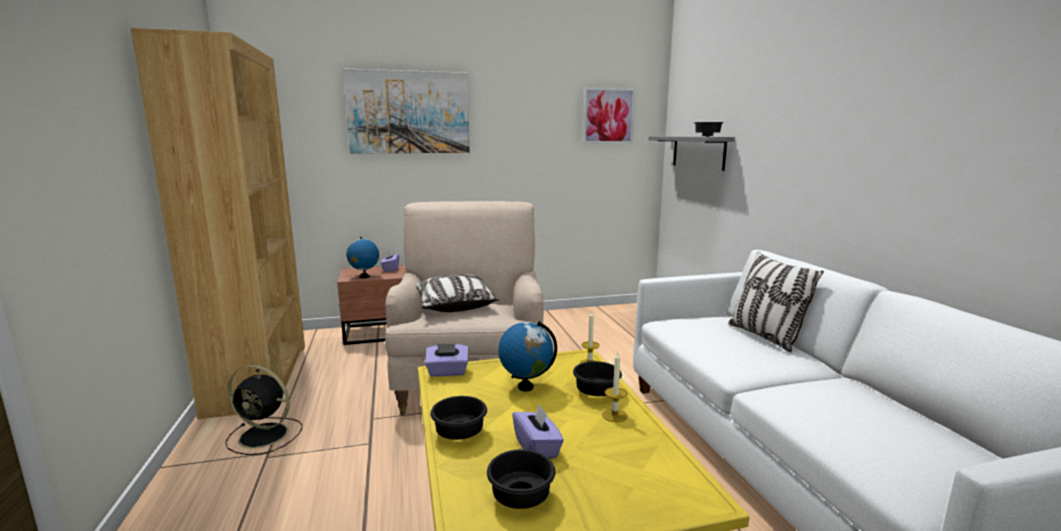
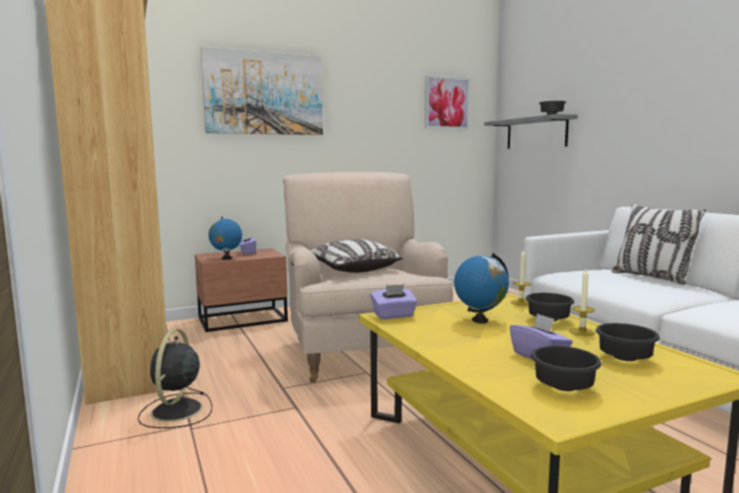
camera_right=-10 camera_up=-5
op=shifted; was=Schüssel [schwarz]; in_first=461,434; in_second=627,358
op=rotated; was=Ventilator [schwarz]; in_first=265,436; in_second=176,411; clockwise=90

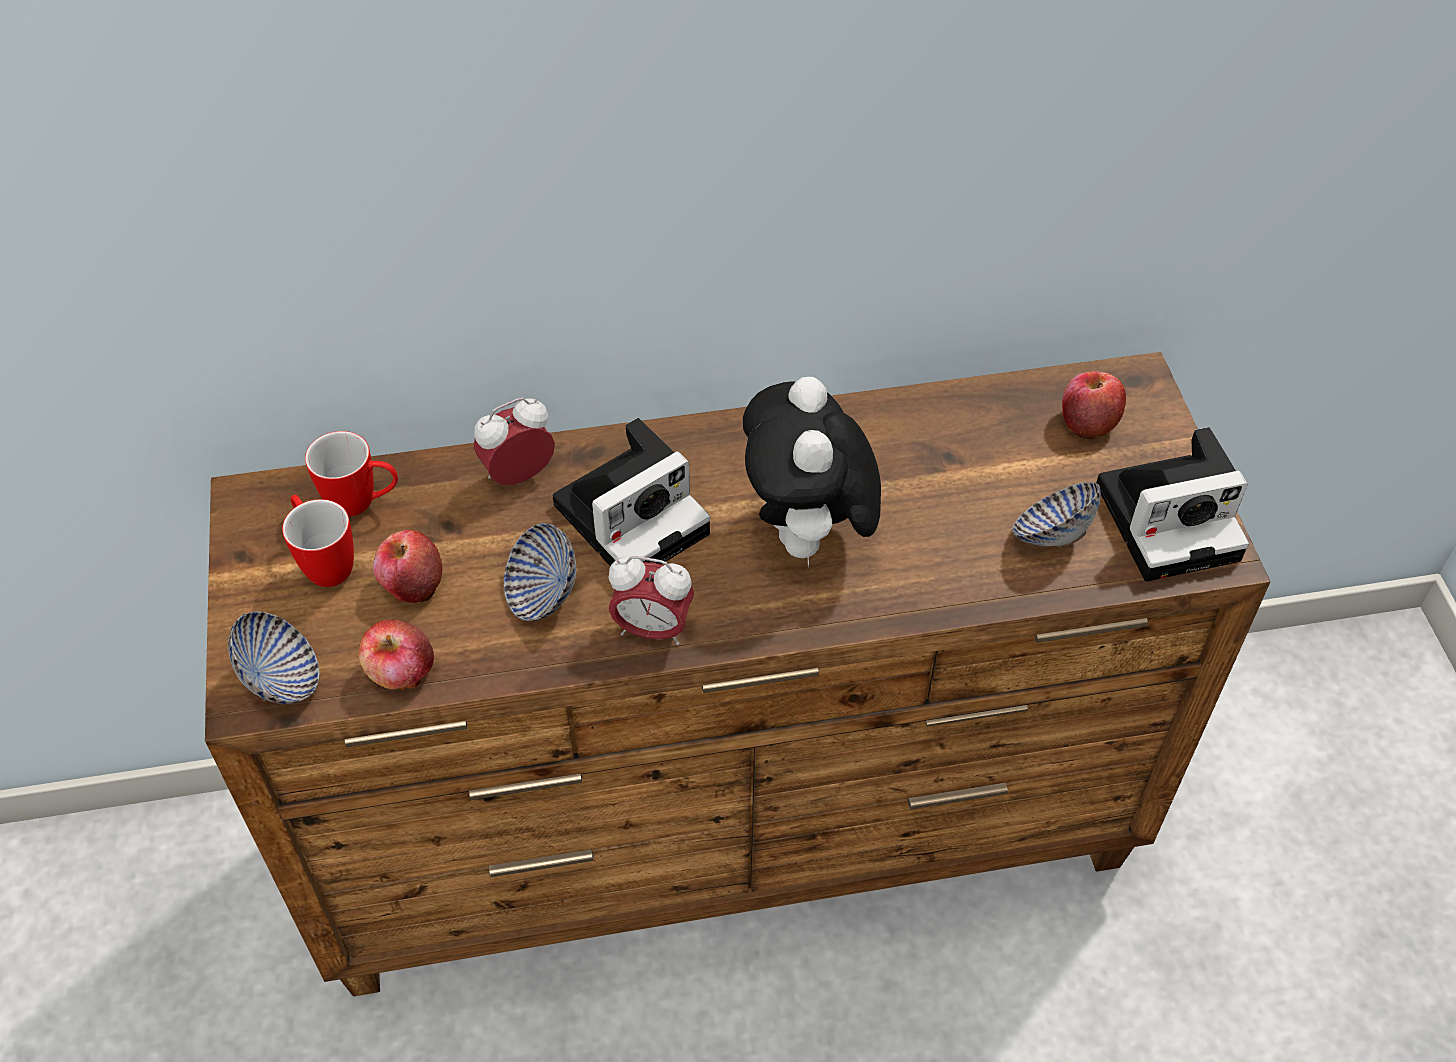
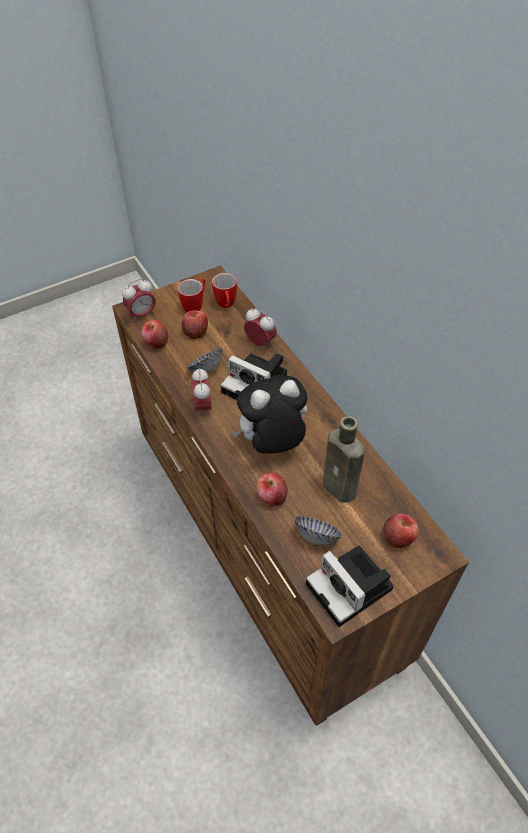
camera_right=70 camera_up=0
op=new; now=Apfel; in_second=271,497
op=new; now=Flasche [braun]; in_second=341,489
op=swapped; was=Schüssel; now=Wecker; in_first=281,680; in_second=141,314

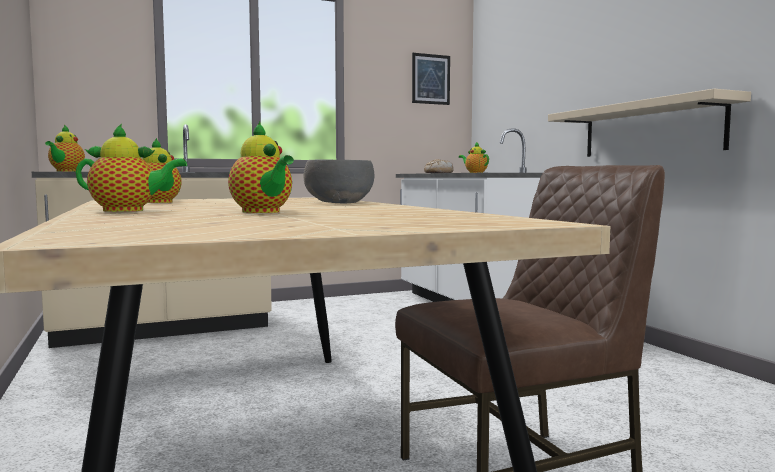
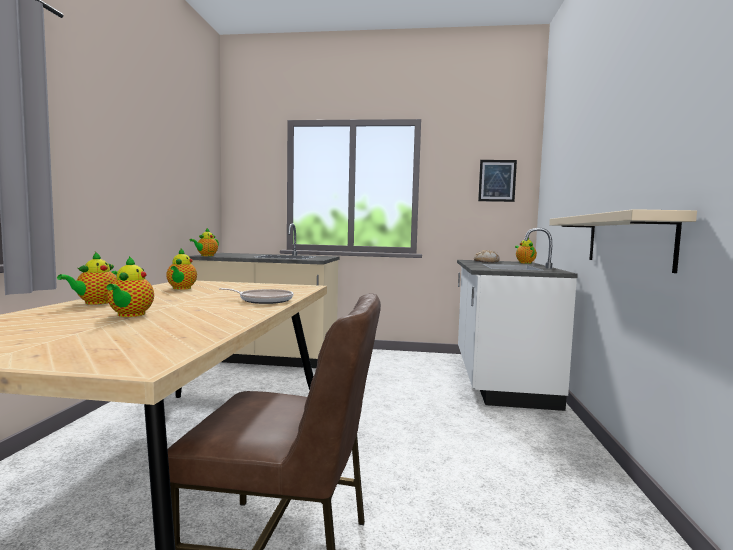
camera_right=30 camera_up=0
op=swapped; was=Schüssel [grau]; now=Pfanne; in_first=339,202; in_second=263,300
op=rotated; was=Teekanne; in_first=128,210; in_second=95,303; clockwise=90

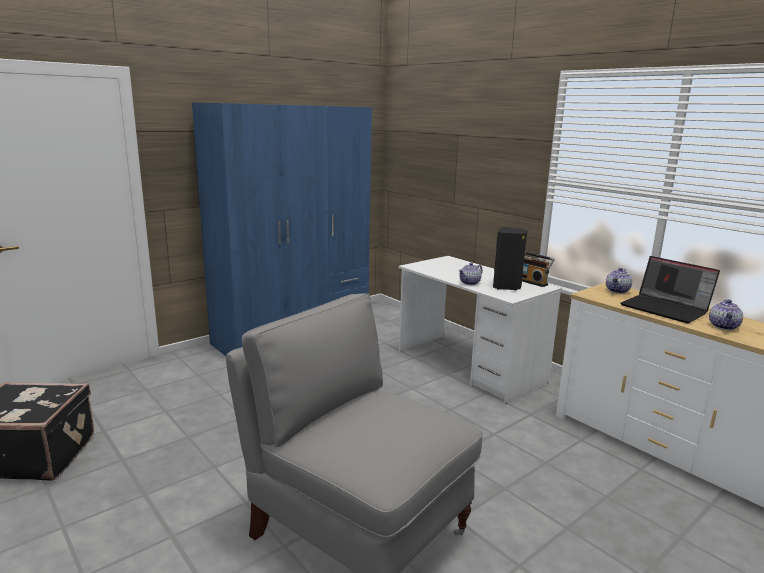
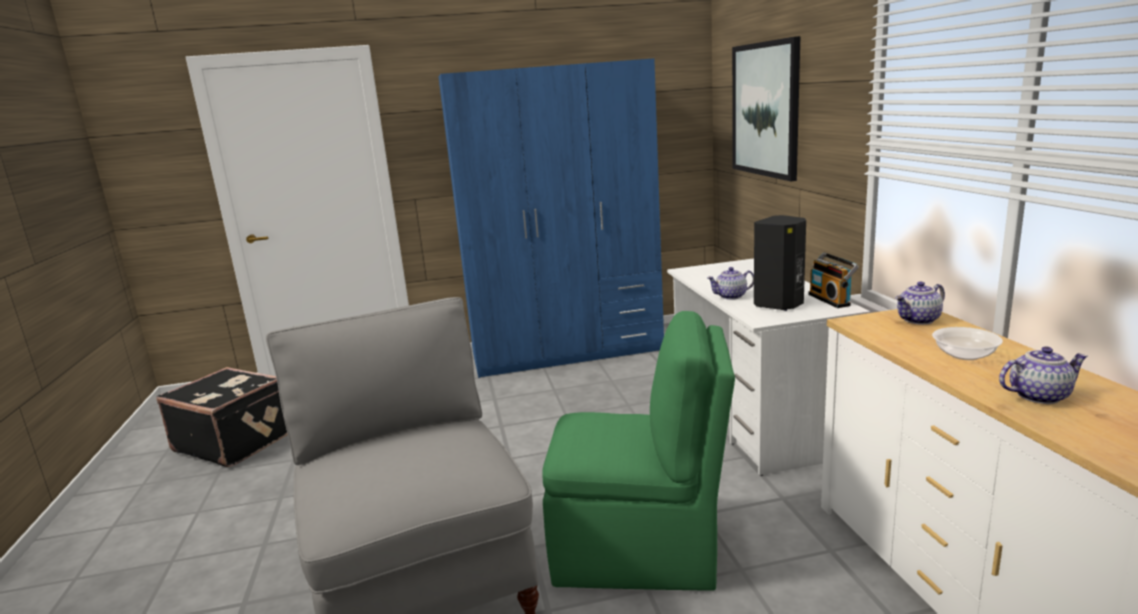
camera_right=30 camera_up=0
op=new; now=Stuhl [grün]; in_second=640,550
op=new; now=Bild; in_second=765,109
op=swapped; was=Laptop; now=Schüssel; in_first=666,309; in_second=965,355
op=rotated; was=Teekanne; in_first=724,327; in_second=1038,396; clockwise=-150

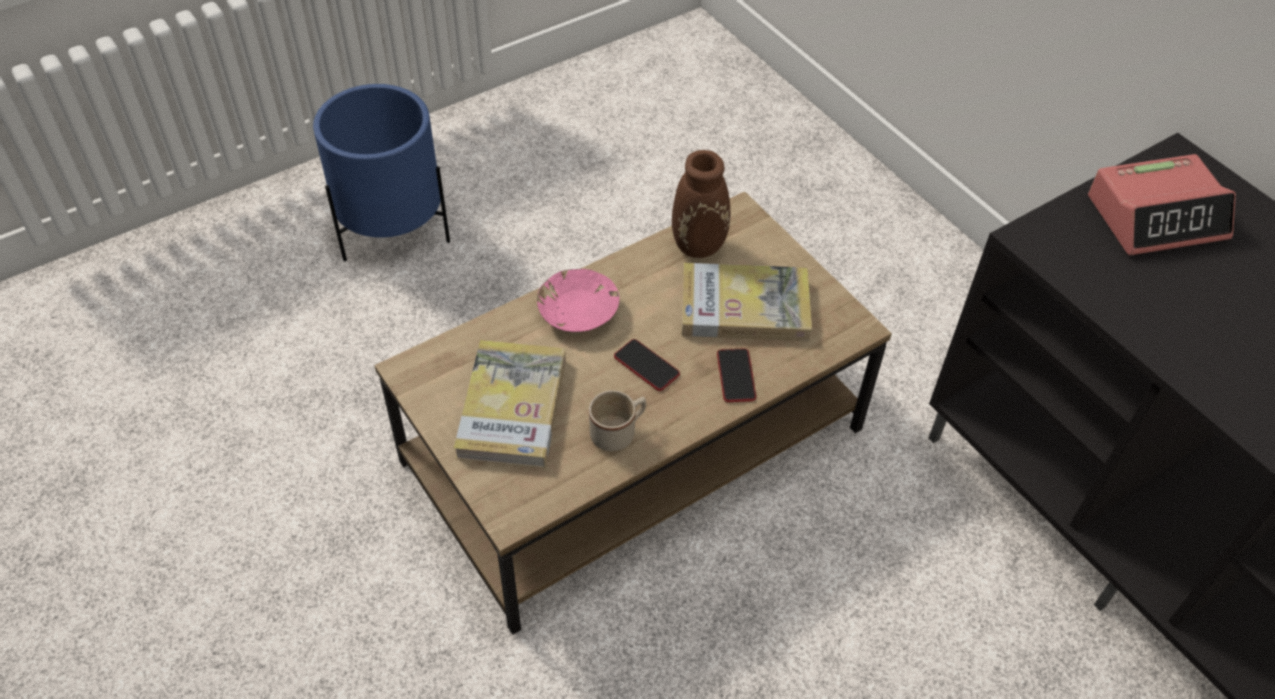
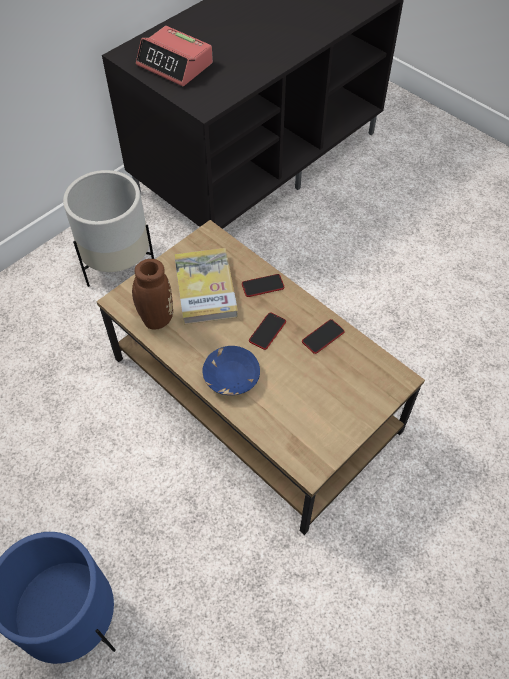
camera_right=-100 camera_up=5
op=gone; was=Buch; in_first=512,407
op=new; now=Pflanzkübel [weiß]; in_second=118,263
op=swapped; was=Henkelbecher [beige]; now=Handy; in_first=618,432; in_second=323,337
op=repainted; was=Schüssel [rosa]; now=Schüssel [blau]; in_first=578,311; in_second=230,377
op=rotated; was=Wecker; in_first=1157,217; in_second=175,64; clockwise=150

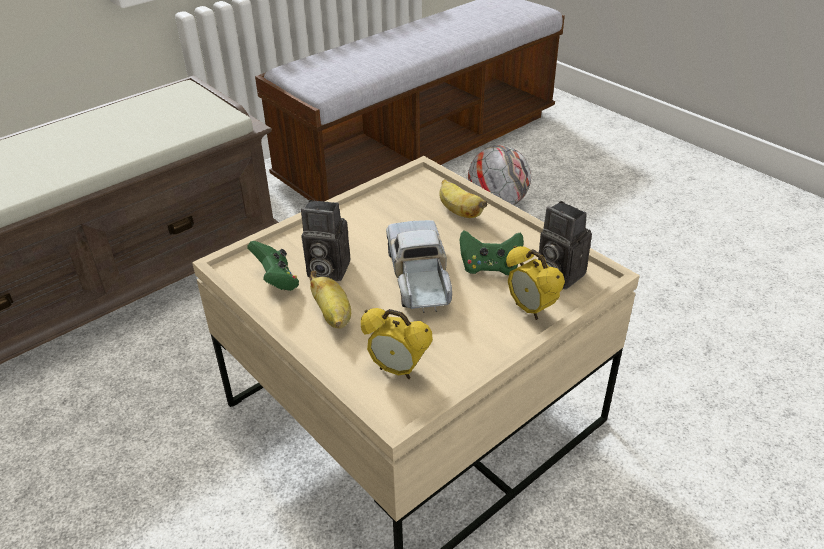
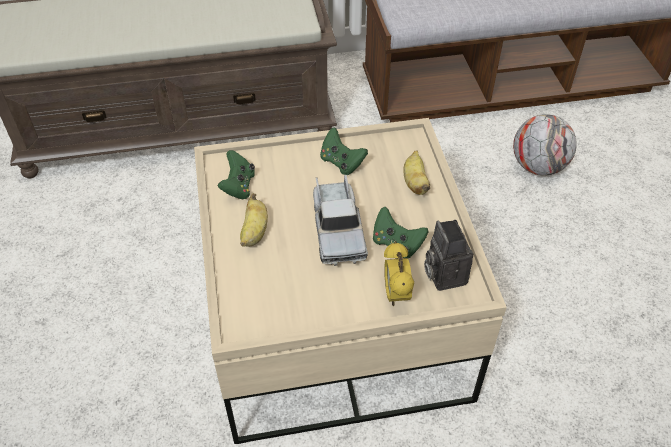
camera_right=30 camera_up=10
op=gone; was=Kamera; in_first=325,270
op=gone; was=Wecker; in_first=397,370
op=new; now=Gamepad [grün]; in_second=341,163
op=rotated; was=Spielzeuglaster; in_first=419,277; in_second=337,229; clockwise=150

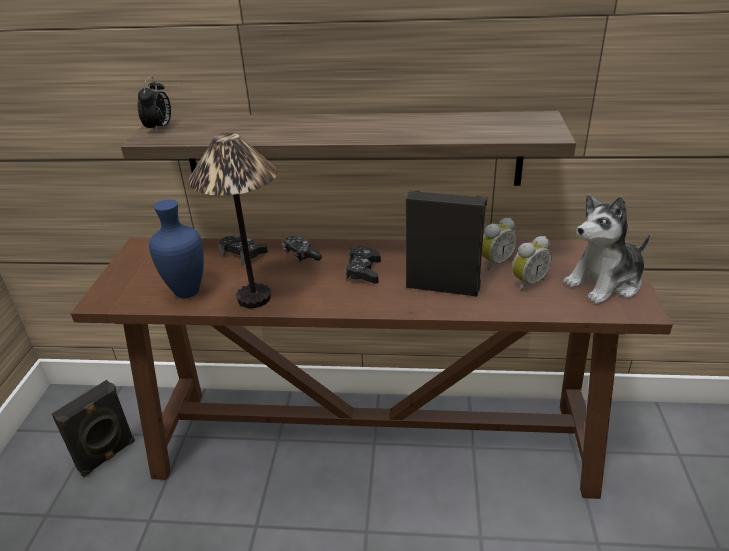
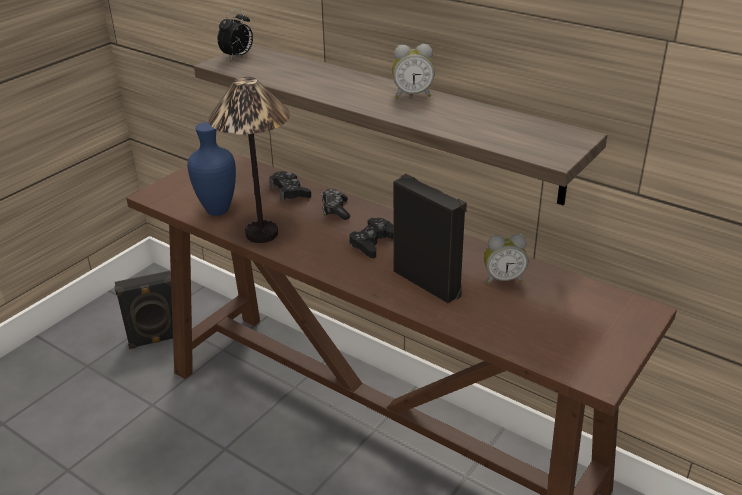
camera_right=30 camera_up=0
op=gone; was=Plüschtier; in_first=605,283
op=shifted; was=Wecker; in_first=527,282; in_second=412,95

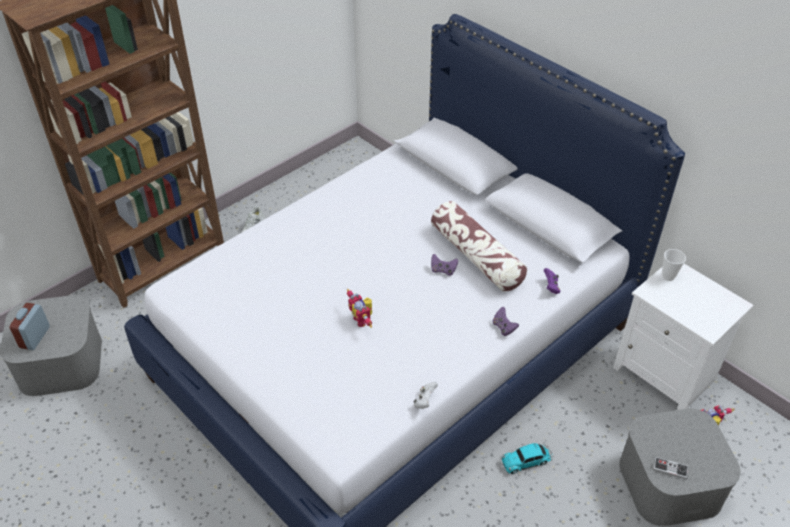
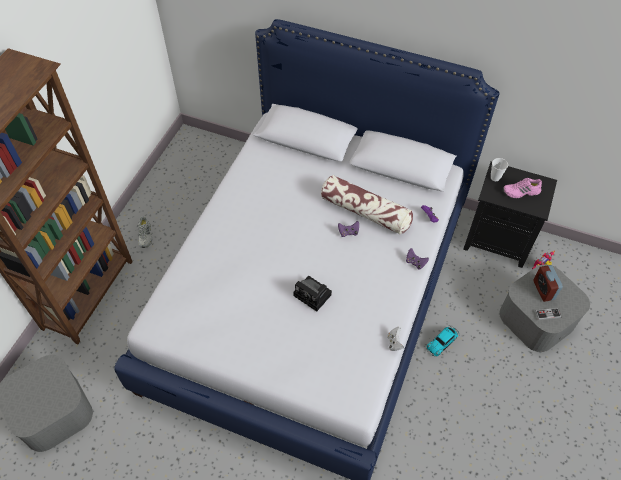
camera_right=-25 camera_up=10
op=new; now=Schuh [rosa]; in_second=521,192
op=shifted; was=Wecker; in_first=35,337; in_second=543,290
op=swapped; was=Spielzeugroboter; now=Kamera; in_first=362,319; in_second=314,296
op=repainted; was=Nachttisch [weiß]; now=Nachttisch [schwarz]; in_first=667,374; in_second=498,240

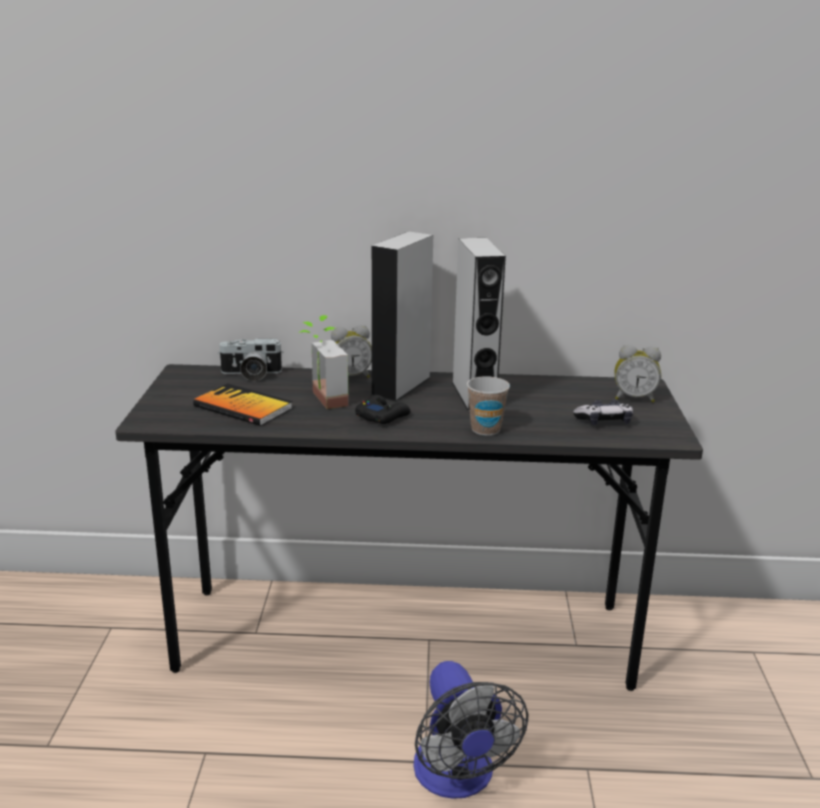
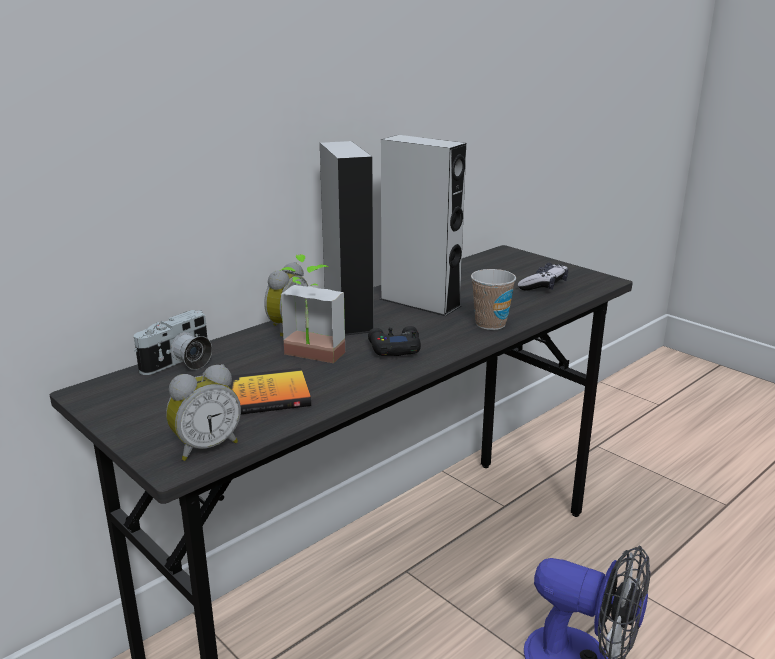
camera_right=-45 camera_up=0
op=shifted; was=Wecker; in_first=634,398; in_second=206,447

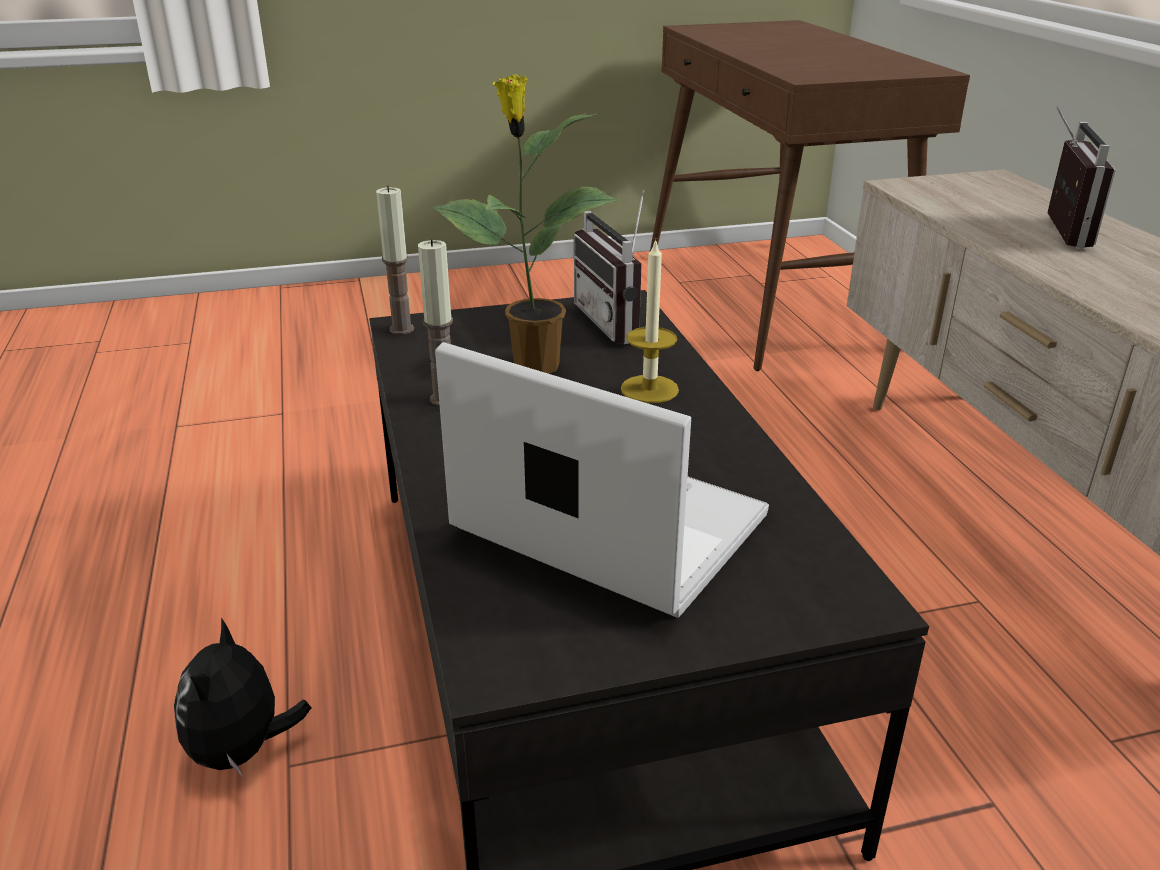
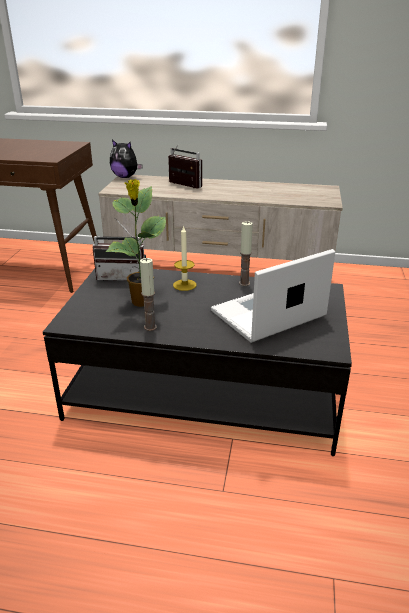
camera_right=-65 camera_up=0
op=shifted; was=Plüschtier; in_first=243,751; in_second=125,177
op=shifted; was=Kerze; in_first=401,329; in_second=244,283

